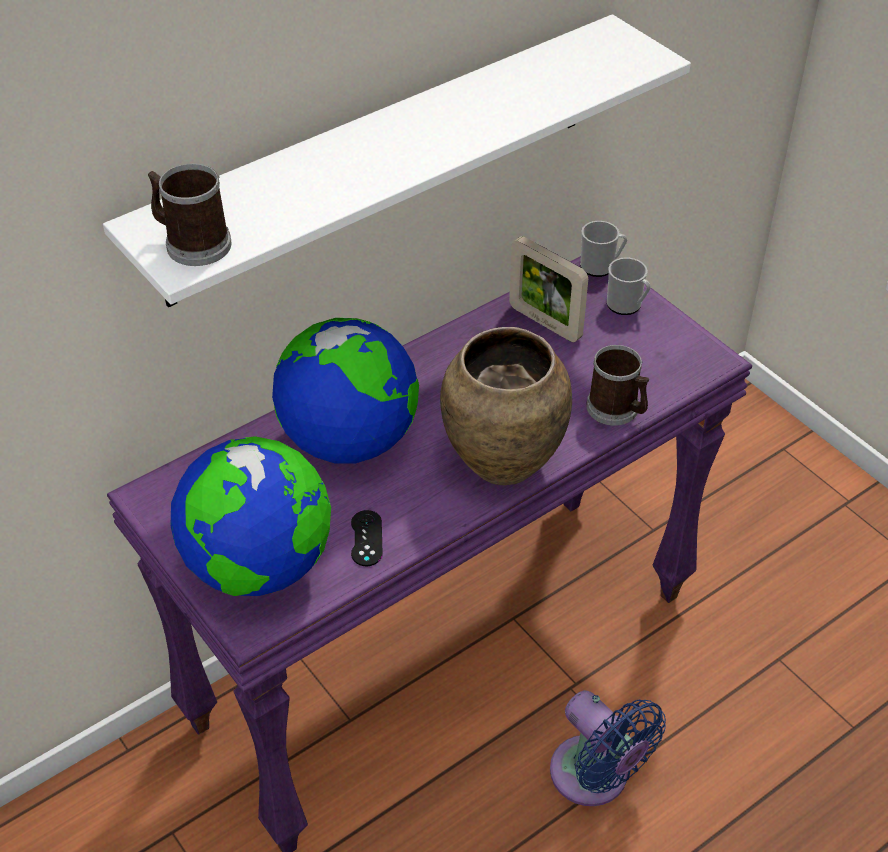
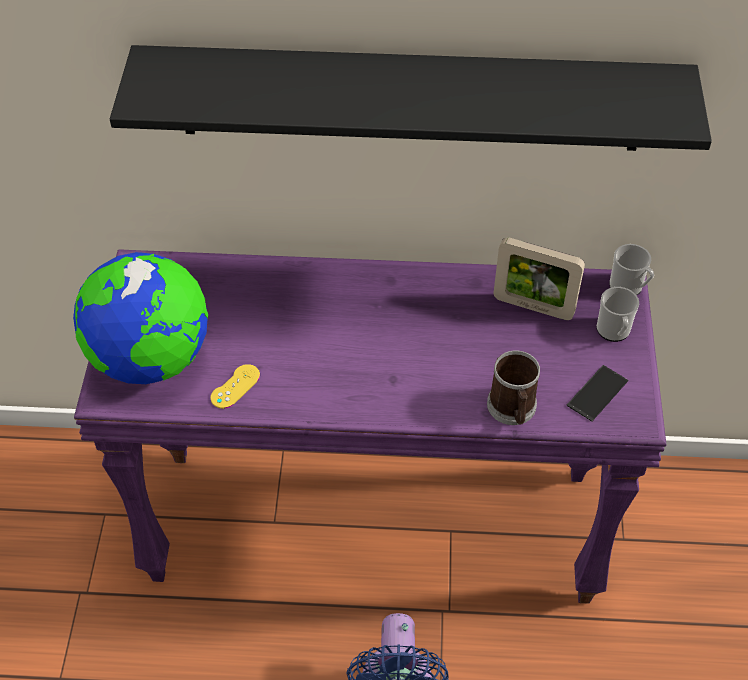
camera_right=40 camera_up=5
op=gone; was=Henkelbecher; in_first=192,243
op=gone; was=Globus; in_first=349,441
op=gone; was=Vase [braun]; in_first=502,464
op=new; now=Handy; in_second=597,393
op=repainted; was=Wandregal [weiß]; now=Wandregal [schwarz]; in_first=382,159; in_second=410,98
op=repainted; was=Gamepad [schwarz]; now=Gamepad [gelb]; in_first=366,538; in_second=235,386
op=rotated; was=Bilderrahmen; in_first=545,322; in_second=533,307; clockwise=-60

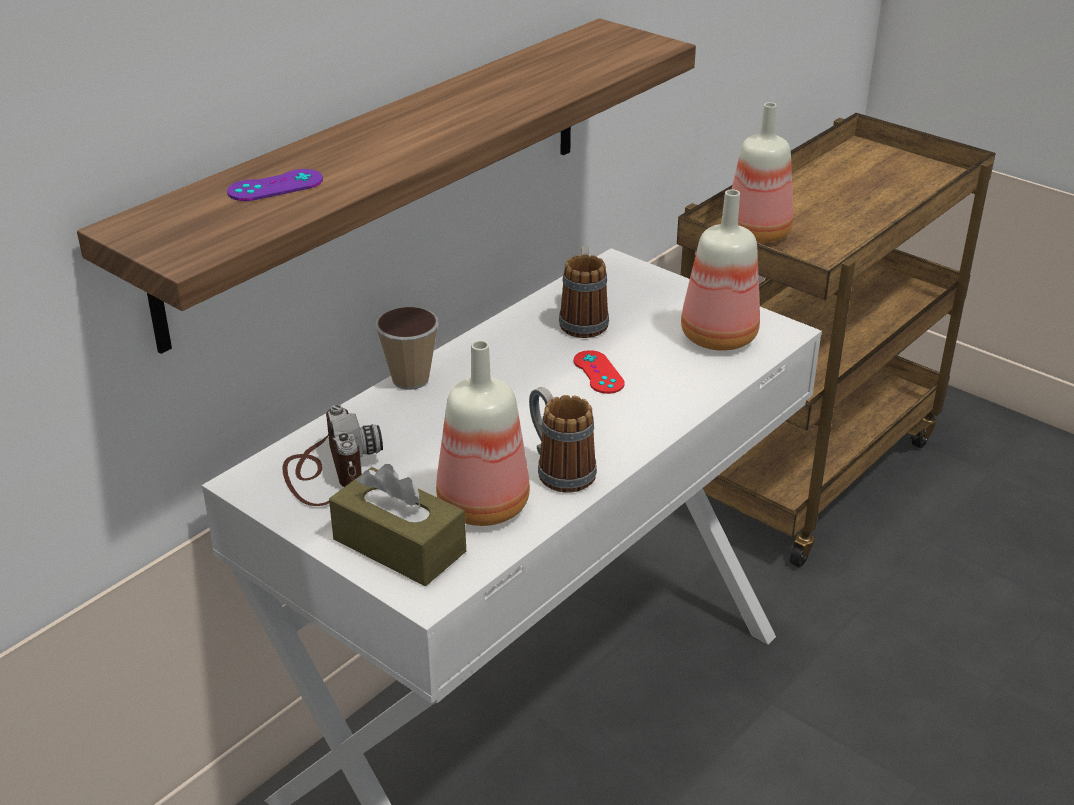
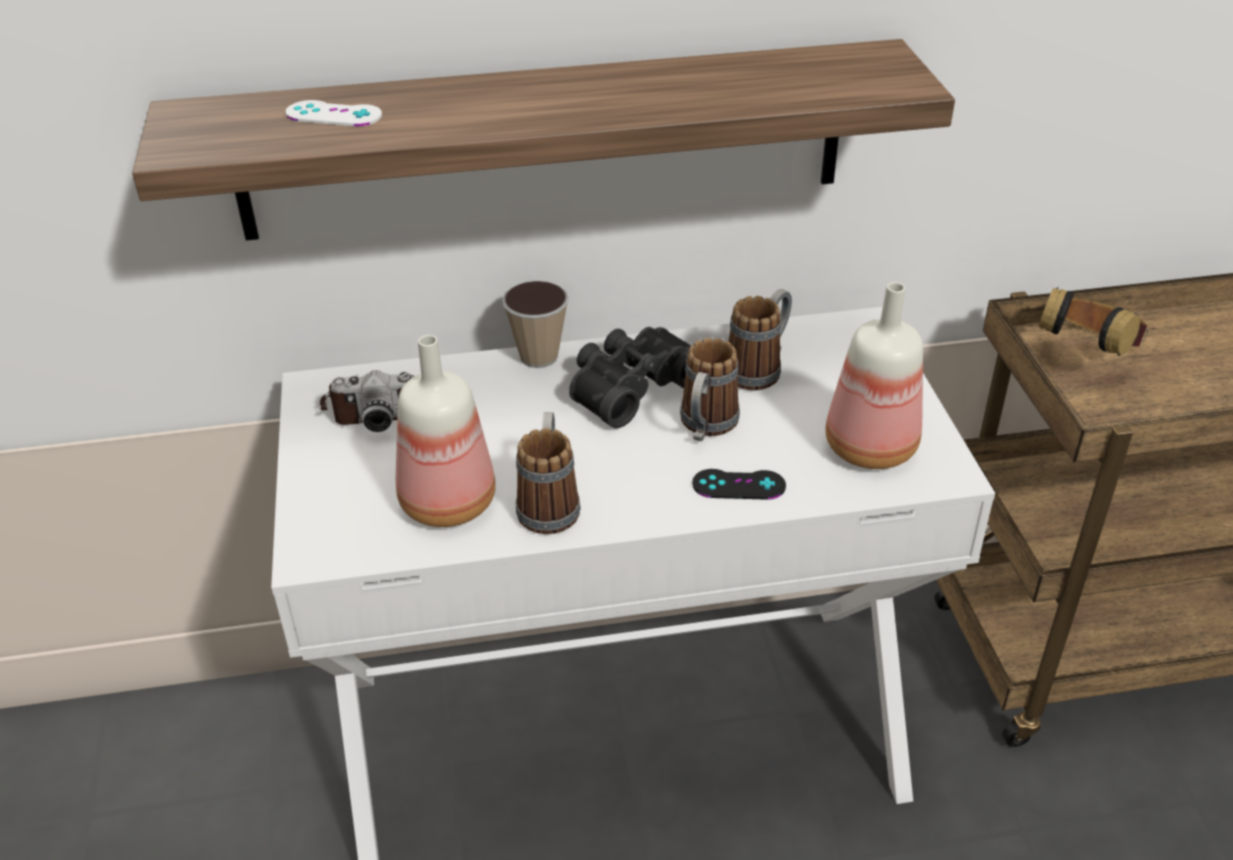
camera_right=40 camera_up=5
op=gone; was=Taschentuchbox [braun]; in_first=399,545
op=new; now=Fernglas [schwarz]; in_second=629,386
op=new; now=Gamepad [schwarz]; in_second=738,485
op=swapped; was=Gamepad [rot]; now=Henkelbecher; in_first=598,372; in_second=705,427
op=swapped; was=Flasche; now=Kopfhörer; in_first=759,233; in_second=1086,355
op=repainted; was=Gamepad [lila]; now=Gamepad [weiß]; in_first=275,186; in_second=334,114
op=rotated; was=Kamera; in_first=328,471; in_second=376,408; clockwise=60

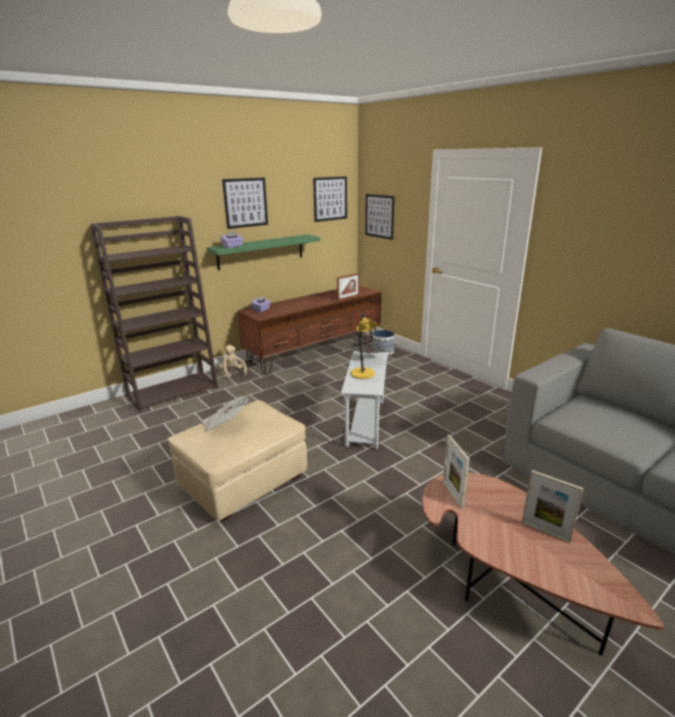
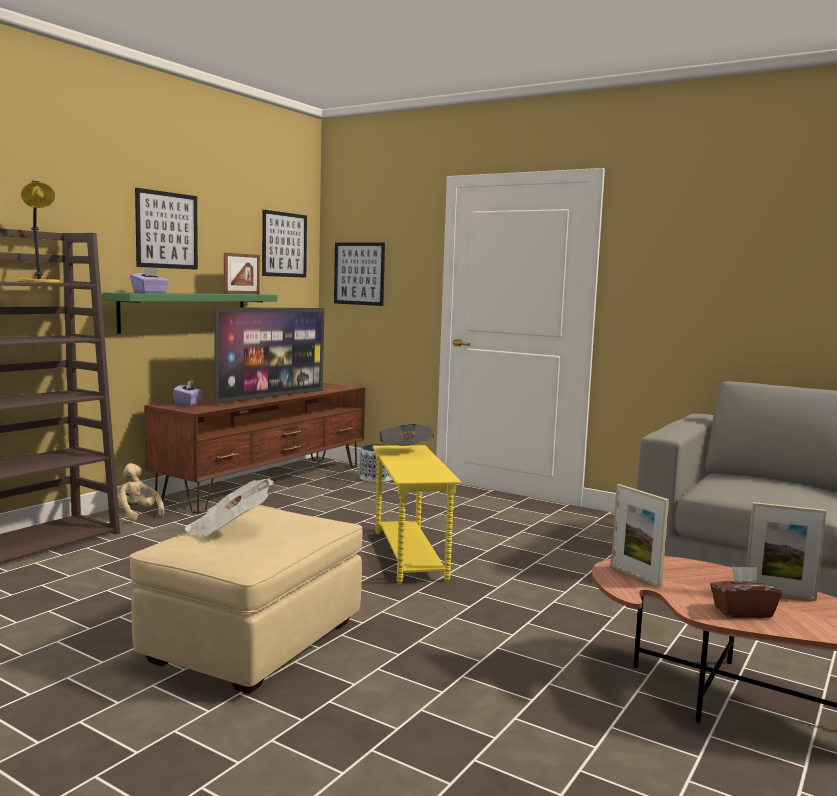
camera_right=-20 camera_up=-15
op=new; now=Fernseher; in_second=271,397
op=new; now=Taschentuchbox [braun]; in_second=742,612
op=shifted; was=Bilderrahmen; in_first=348,298; in_second=242,293
op=shifted; was=Tischlampe [gelb]; in_first=363,374; in_second=39,282
op=repainted; was=Beistelltisch [weiß]; now=Beistelltisch [gelb]; in_first=365,424; in_second=408,556

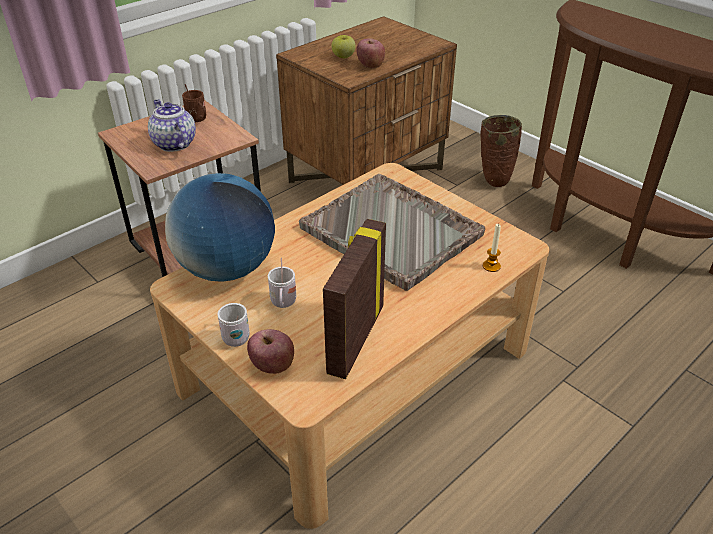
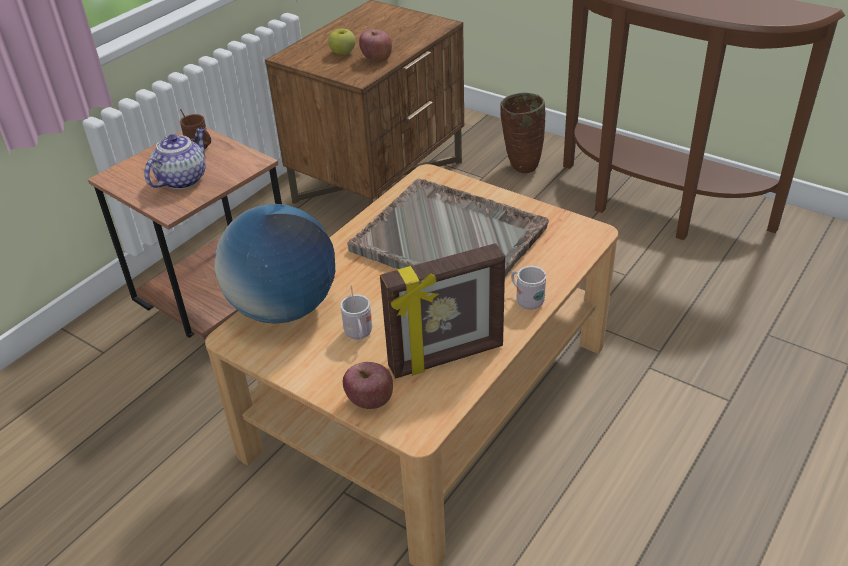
camera_right=-10 camera_up=0
op=gone; was=Kerze; in_first=491,266
op=shifted; was=Henkelbecher [weiß]; in_first=234,336; in_second=526,300
op=rotated; was=Teekanne; in_first=173,143; in_second=183,179; clockwise=75
op=rotated; was=Bilderrahmen; in_first=354,339; in_second=446,358; clockwise=-120

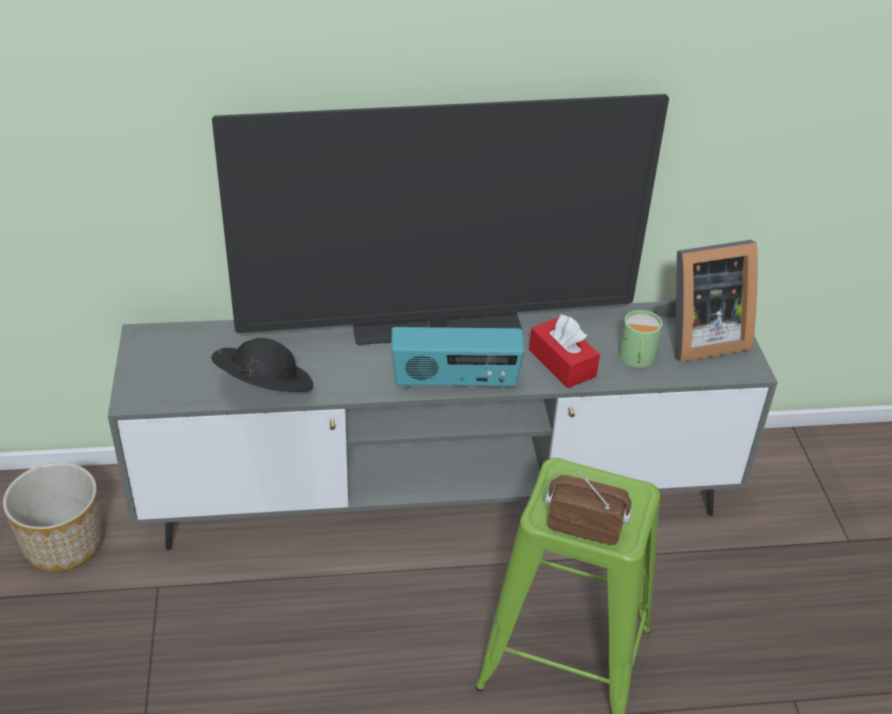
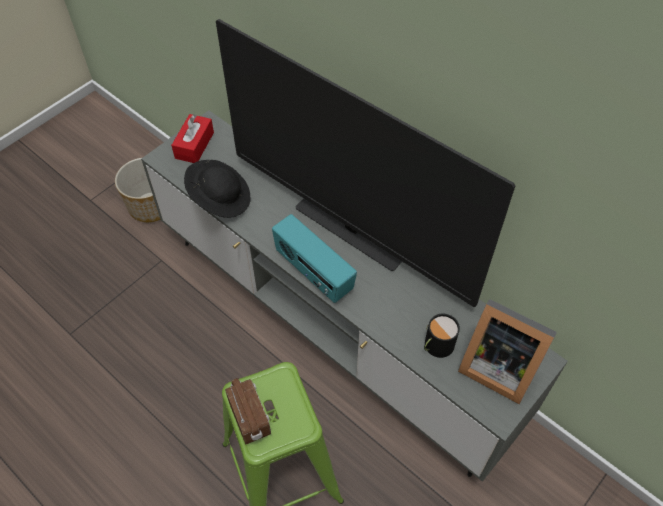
camera_right=50 camera_up=15
op=shifted; was=Taschentuchbox [rot]; in_first=562,363; in_second=194,145
op=repainted; was=Henkelbecher [grün]; now=Henkelbecher [schwarz]; in_first=636,358; in_second=436,345

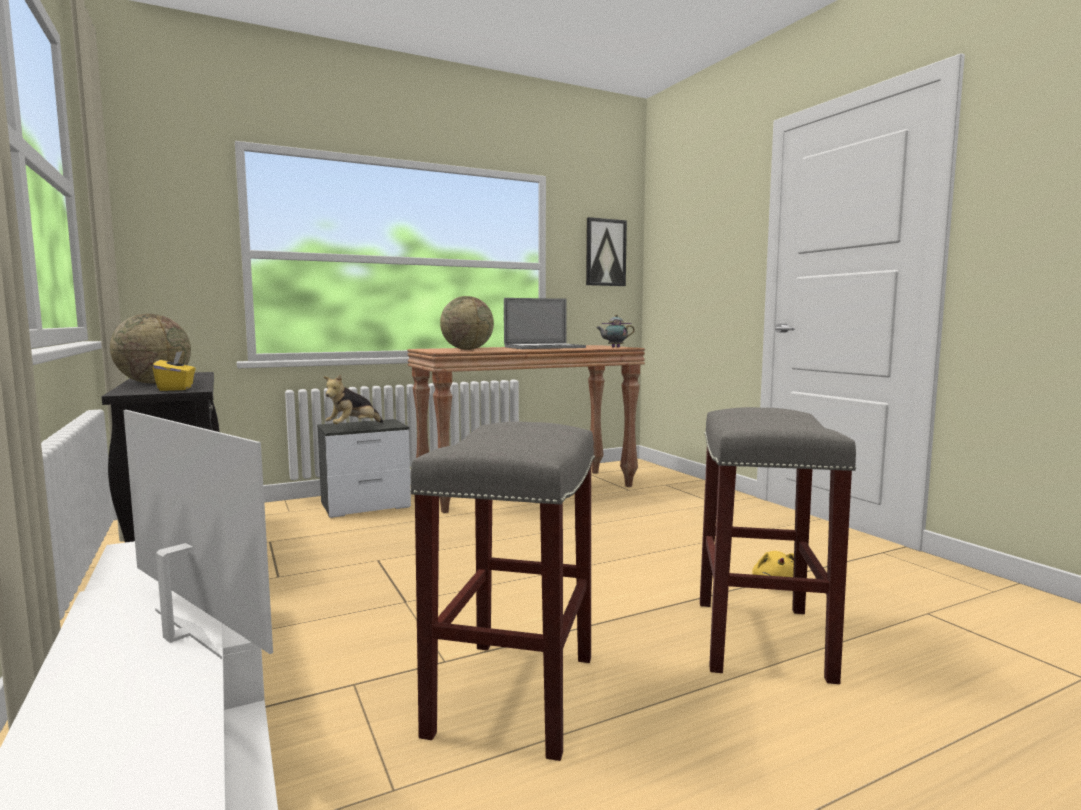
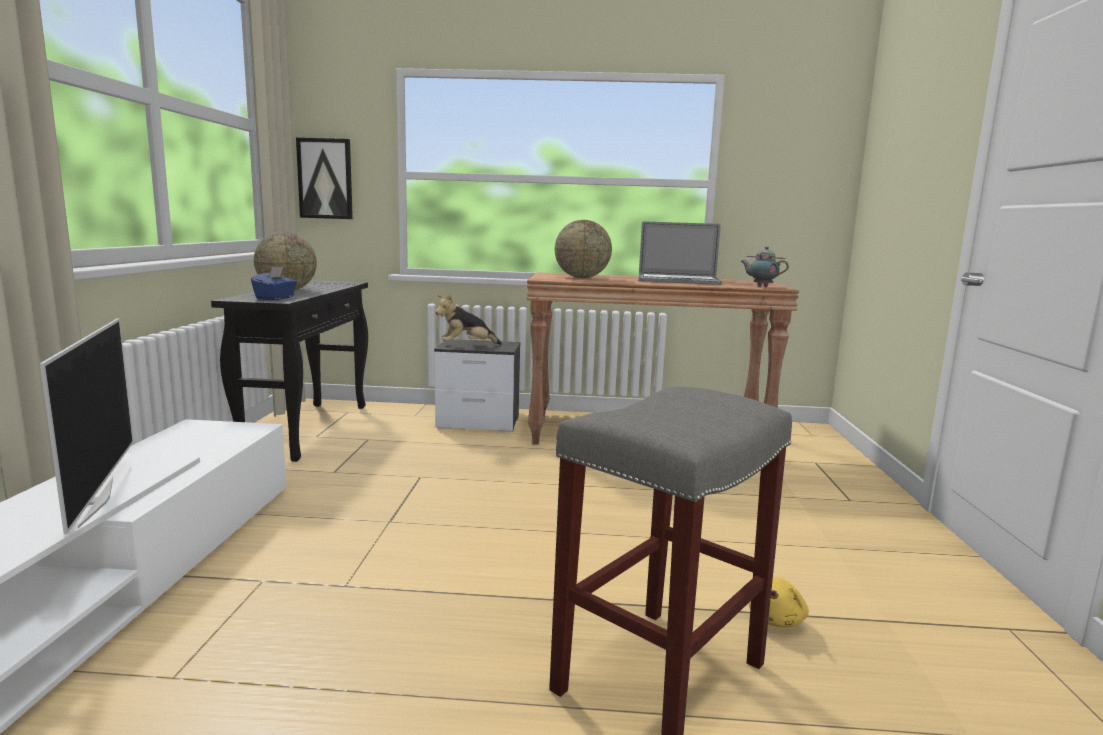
camera_right=30 camera_up=5
op=gone; was=Hocker [grau]; in_first=513,692
op=shifted; was=Bild; in_first=605,252; in_second=325,179
op=repainted; was=Taschentuchbox [gelb]; now=Taschentuchbox [blau]; in_first=176,389; in_second=275,298

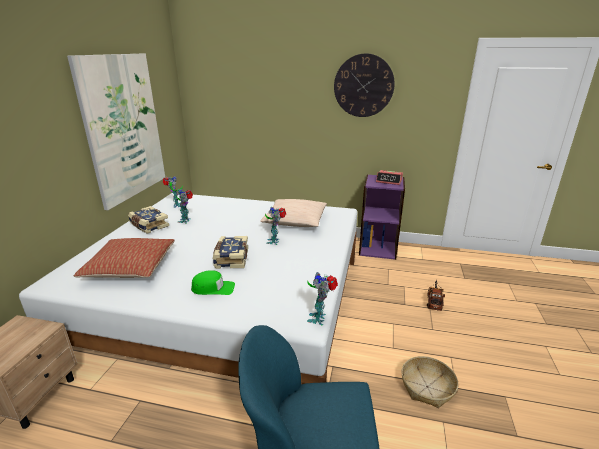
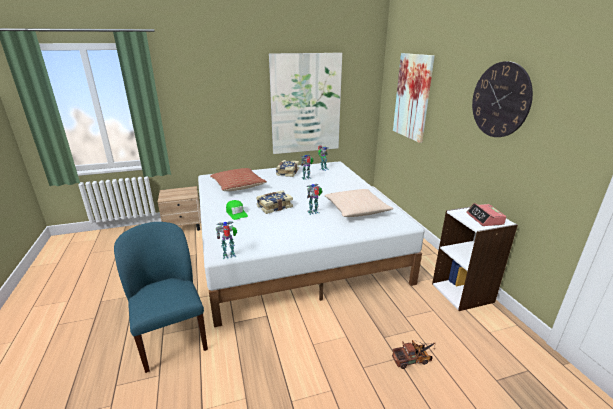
camera_right=60 camera_up=0
op=gone; was=Korb; in_first=427,387
op=new; now=Bild; in_second=412,97
op=repainted; was=Bücherregal [lila]; now=Bücherregal [weiß]; in_first=378,248; in_second=463,292

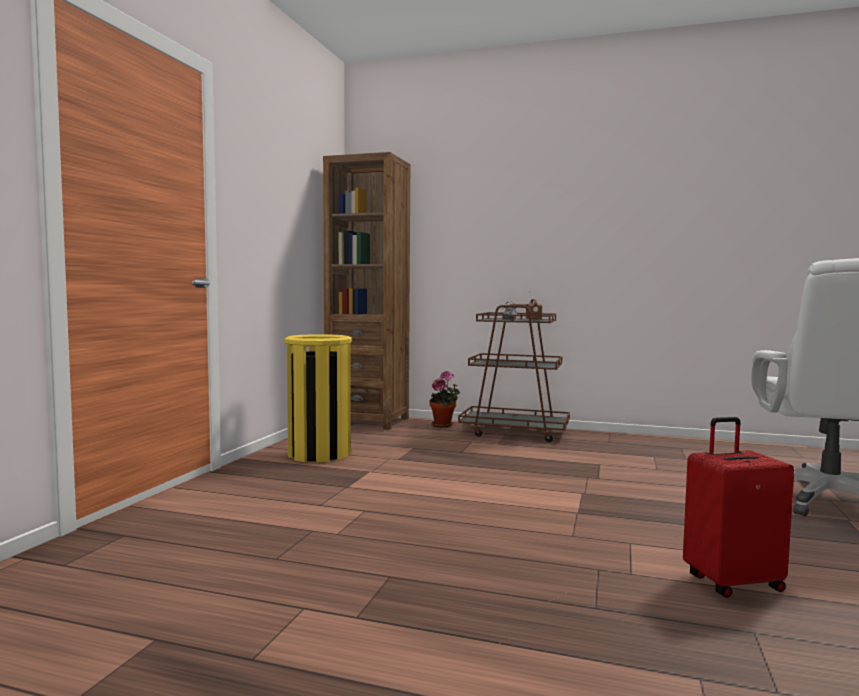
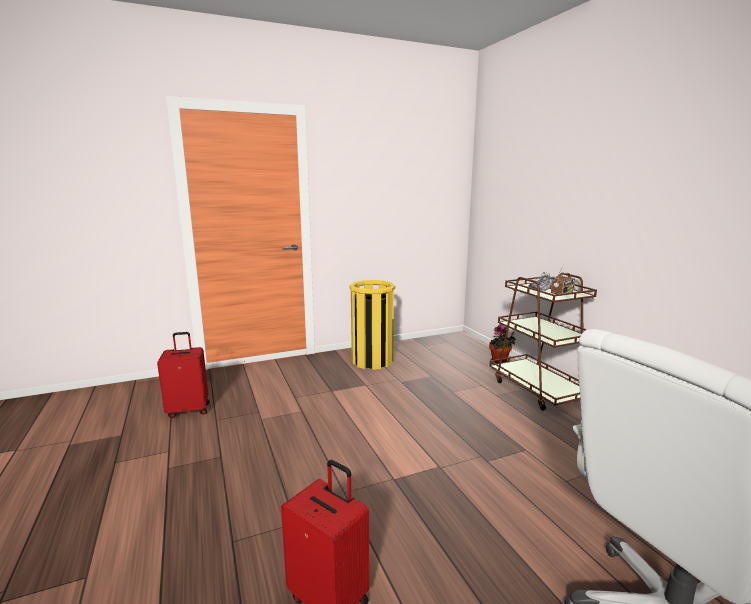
camera_right=50 camera_up=10
op=gone; was=Bücherregal [braun]; in_first=368,421
op=new; now=Koffer [rot]; in_second=189,410

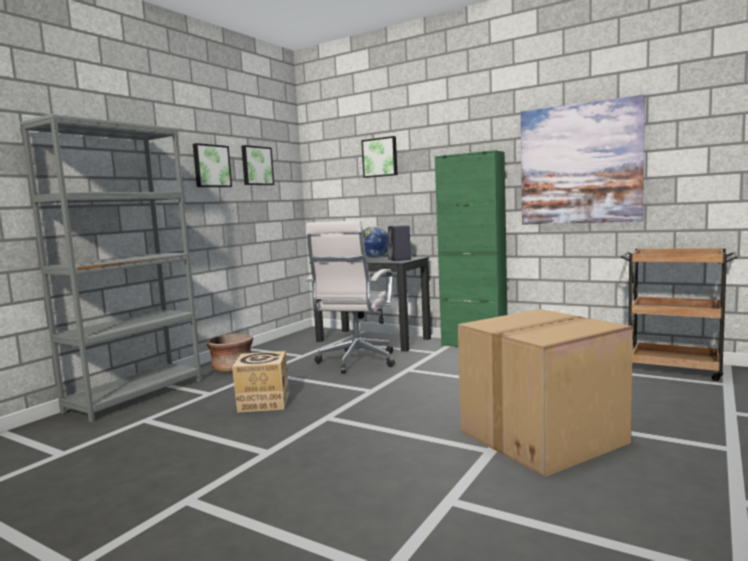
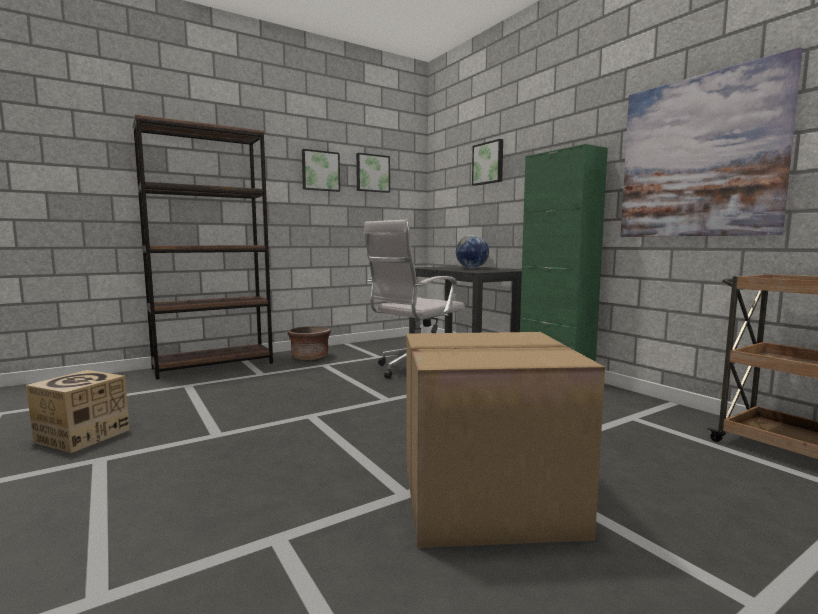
camera_right=25 camera_up=0
op=gone; was=Lautsprecher [schwarz]; in_first=400,259
op=shifted; was=Karton; in_first=263,402; in_second=82,436
op=repainted; was=Bücherregal [grau]; now=Bücherregal [braun]; in_first=136,396; in_second=214,365

